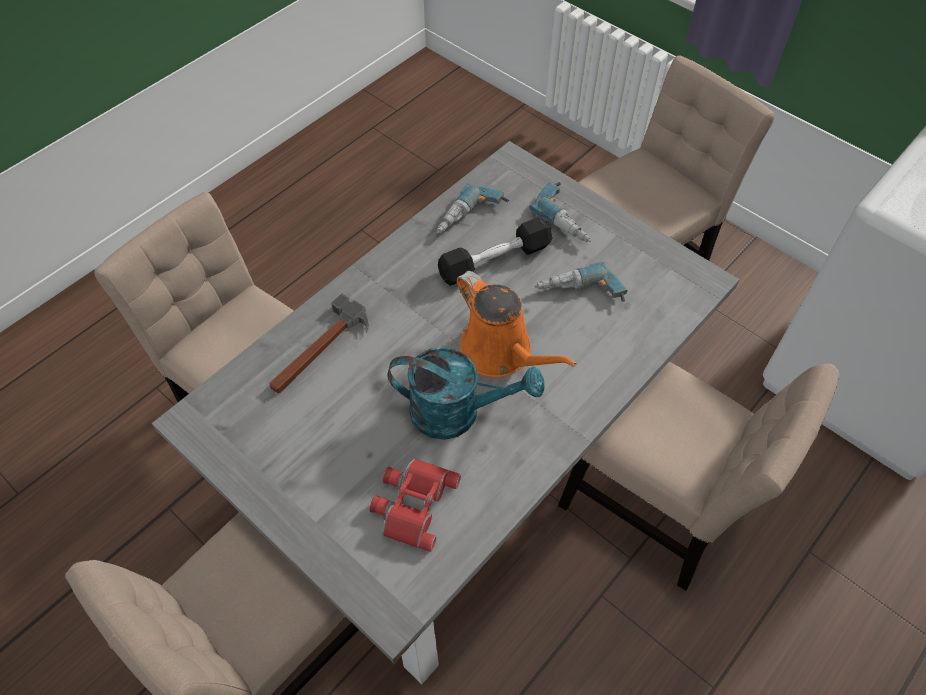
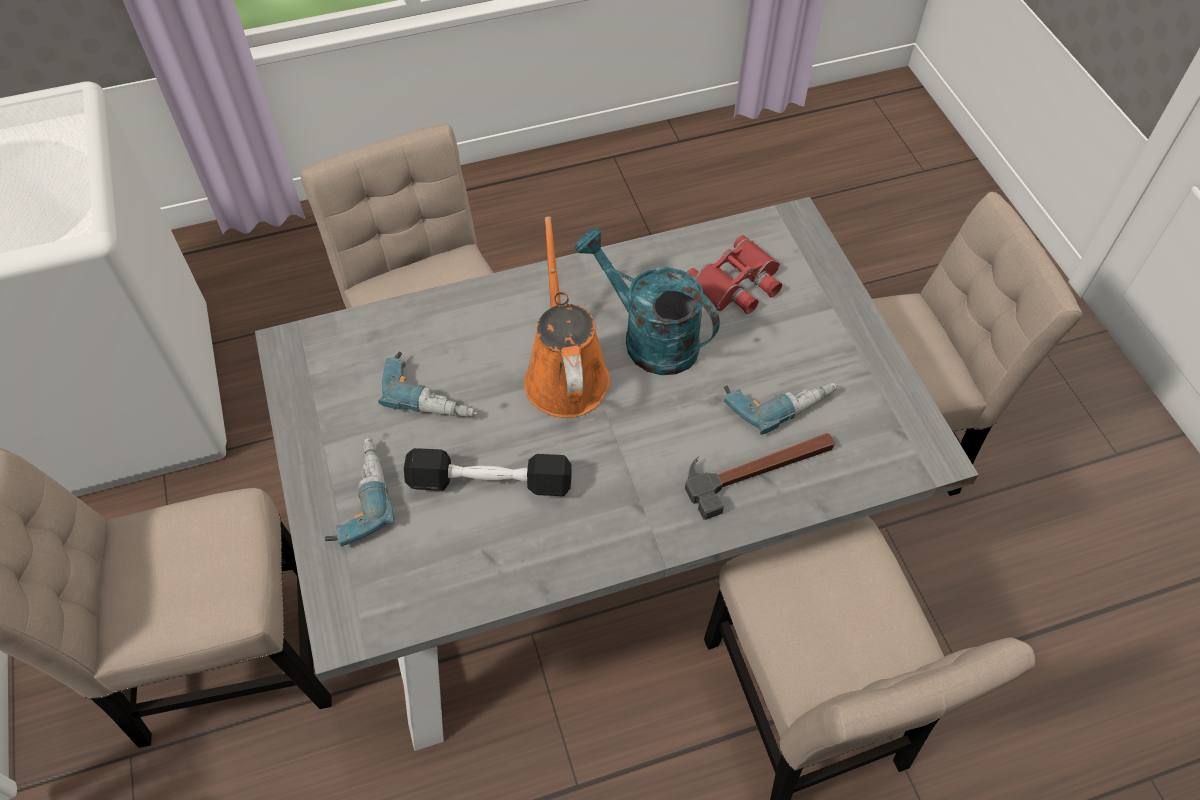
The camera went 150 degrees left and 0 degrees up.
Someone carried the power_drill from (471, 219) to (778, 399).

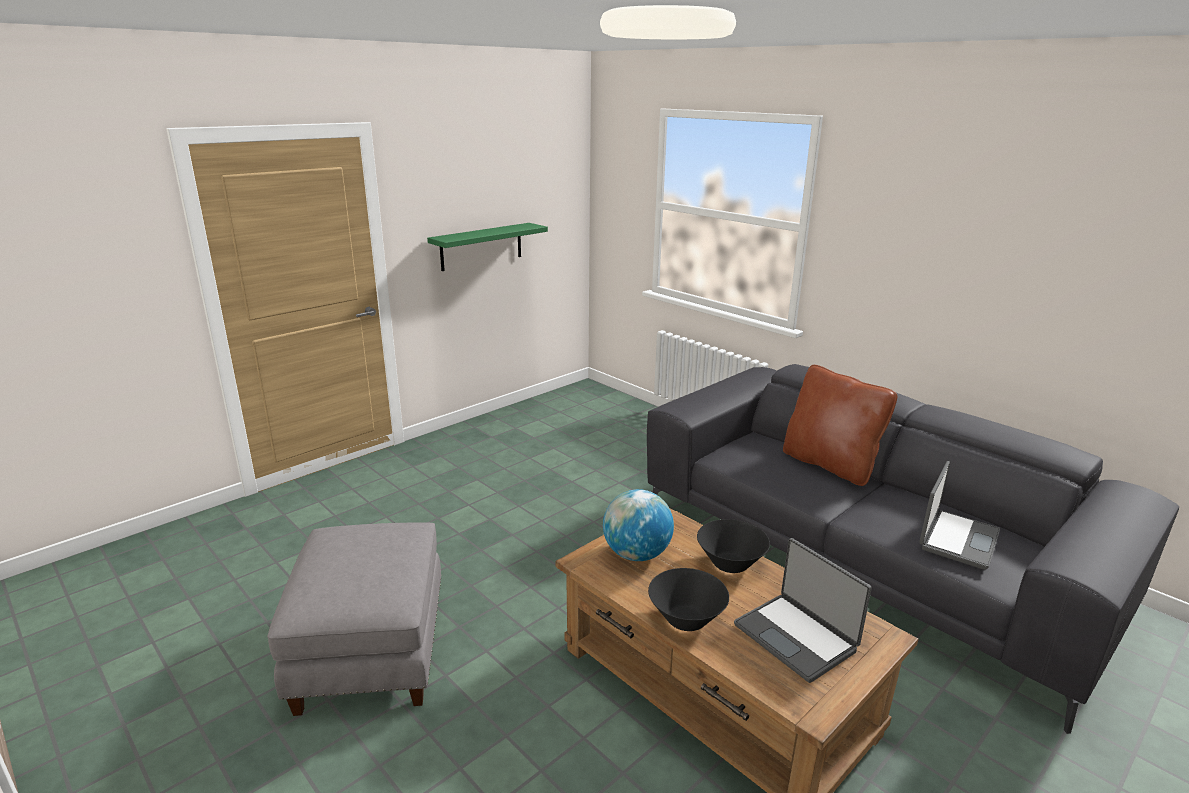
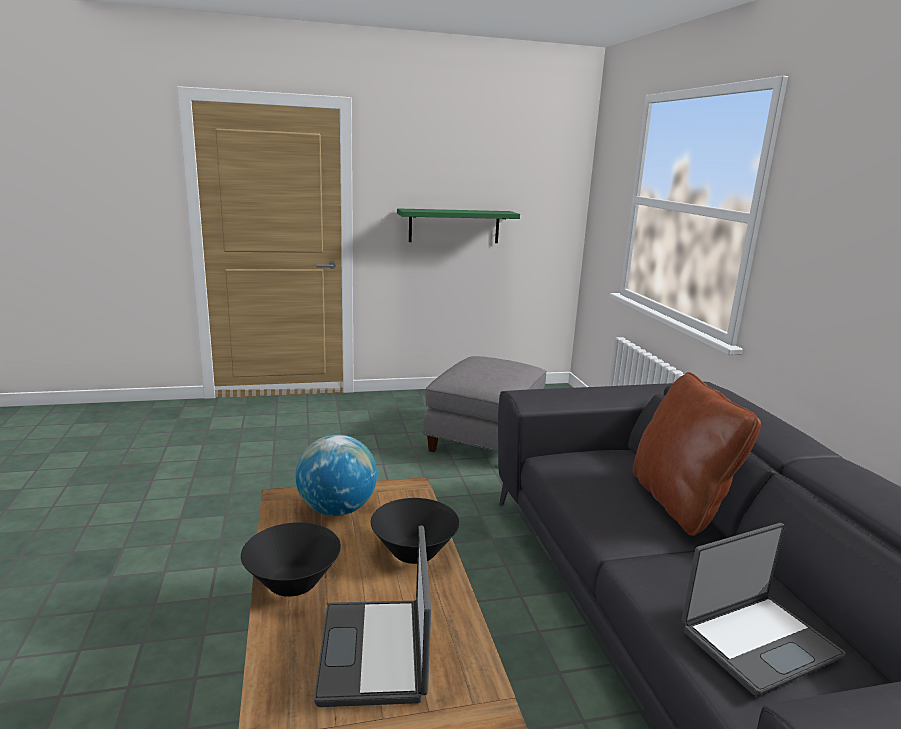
The camera went 30 degrees right and 5 degrees down.
Someone carried the grey_ottoman from (370, 651) to (484, 439).

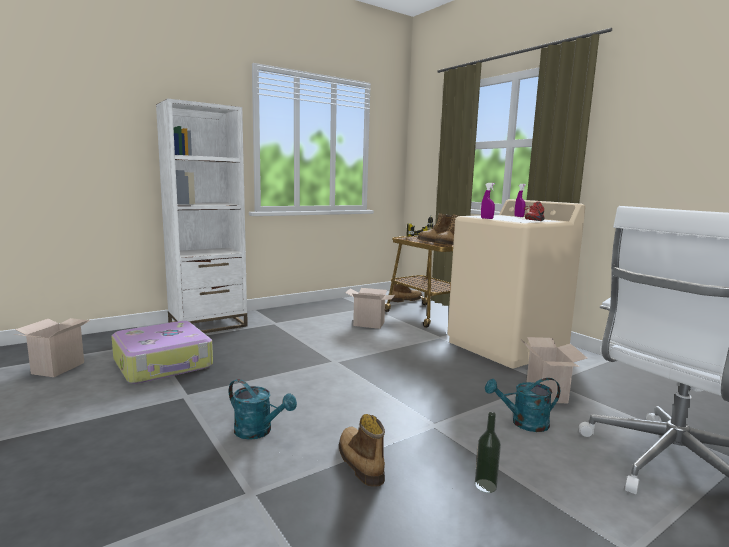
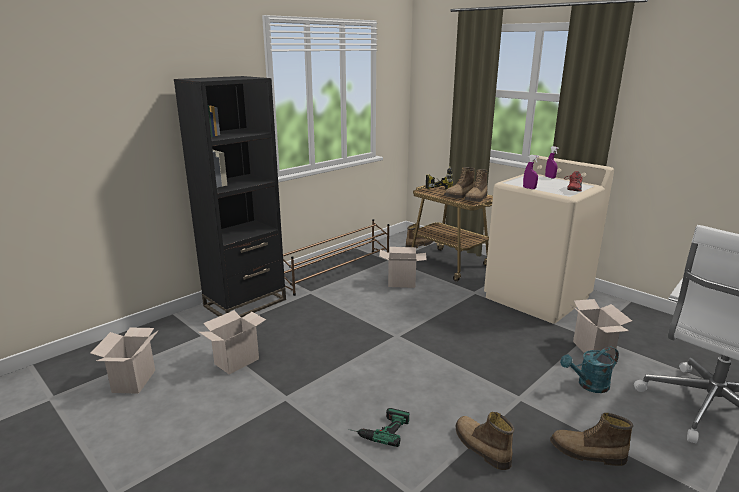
The camera went 10 degrees left and 10 degrees up.
Someone repainted the white_bookcase at (208, 325), which became the black_bookcase at (245, 303).
Someone swapped the suitcase at (164, 363) for the cardboard_box at (237, 360).
Someone put down the brown_shoe_rack at (338, 271).
Someone swapped the turquoise_watering_can at (258, 431) for the power_drill at (379, 428).
Someone swapped the bottle at (485, 486) for the boot at (587, 454).

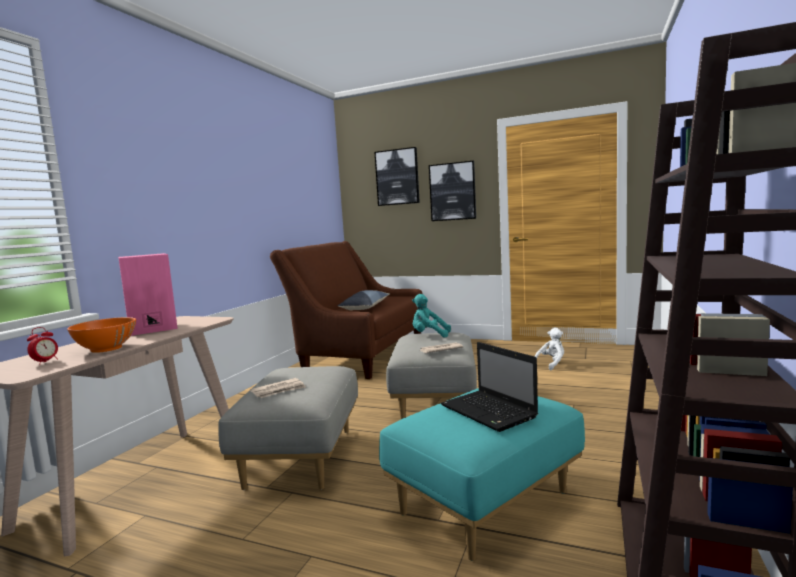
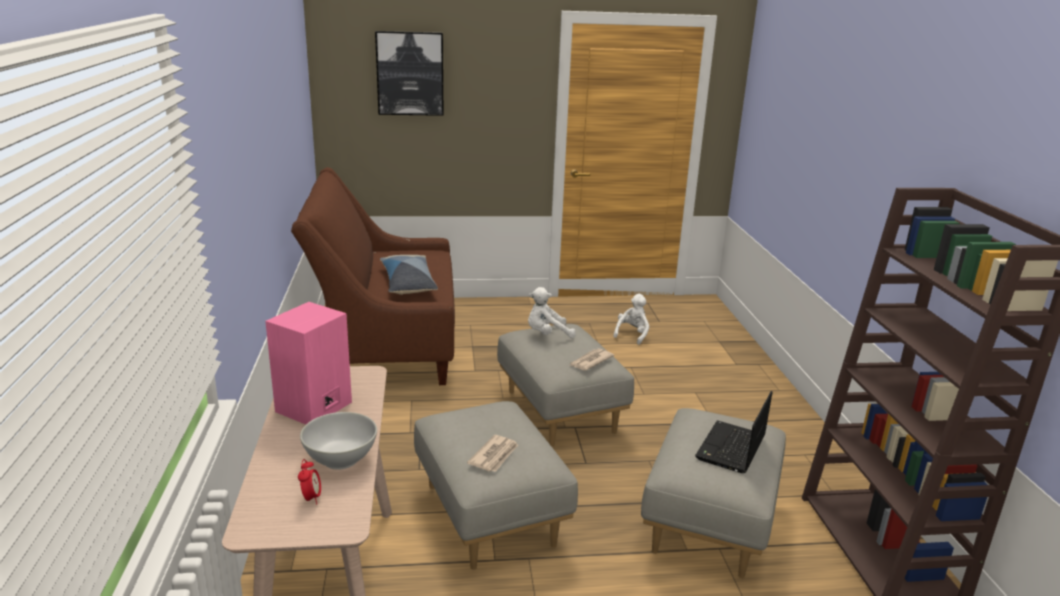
The camera went 30 degrees left and 15 degrees up.
Someone repainted the orange_bowl at (106, 349), which became the white_bowl at (340, 459).
Someone repainted the turquoise_plush_toy at (429, 335), which became the white_plush_toy at (547, 334).
Someone repainted the turquoise_ottoman at (485, 504), which became the grey_ottoman at (710, 524).
Someone rotated the laptop at (490, 412) by 90 degrees clockwise.
Someone took away the picture at (452, 191).

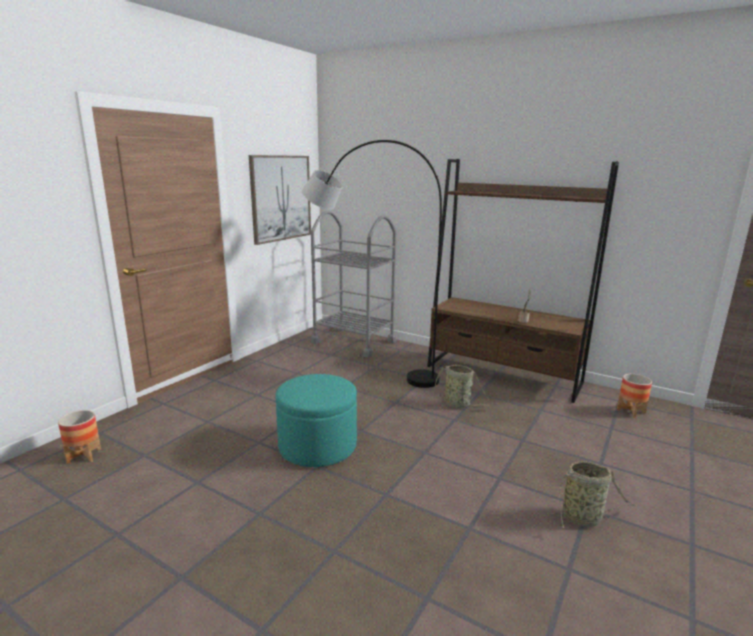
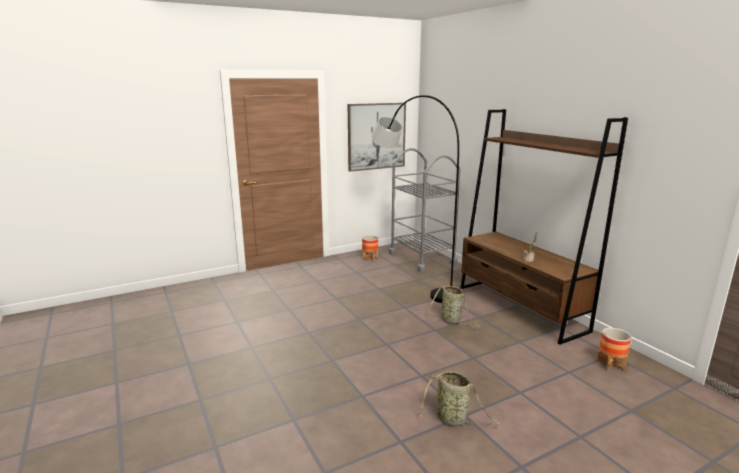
The camera went 30 degrees right and 0 degrees up.
Someone carried the planter from (84, 456) to (370, 258).
Someone took away the turquoise_ottoman at (317, 446).

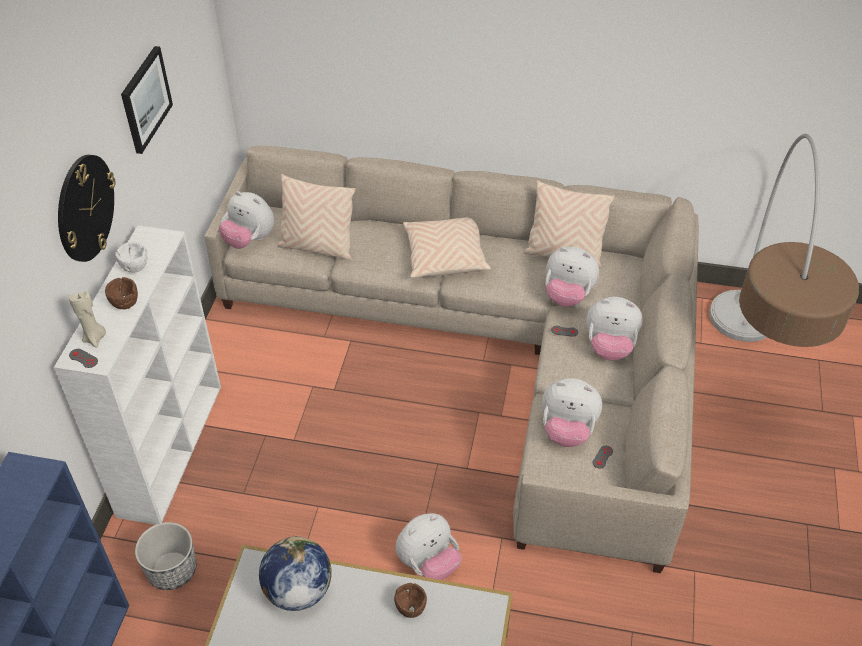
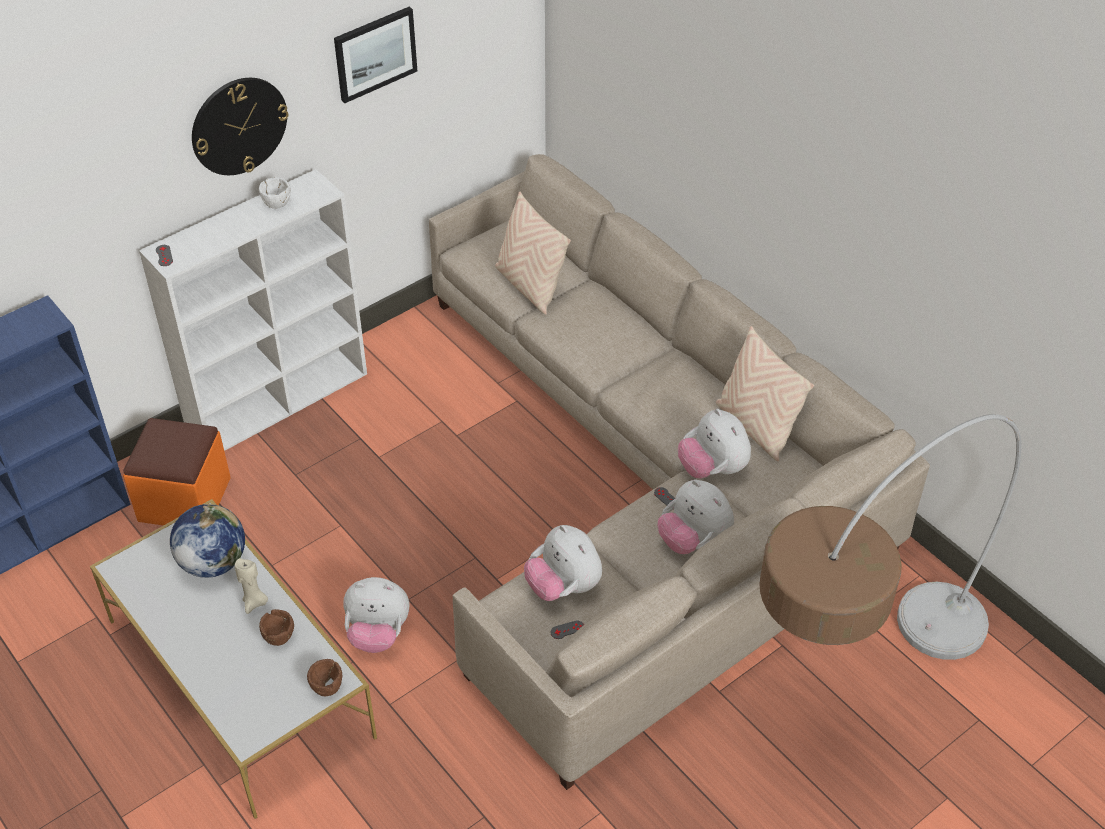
The camera went 40 degrees right and 0 degrees up.
Someone swapped the planter at (172, 570) for the orange_ottoman at (184, 499).
Someone carried the beige_candle from (95, 338) to (255, 603).
Someone carried the brown_bowl from (124, 302) to (327, 686).
Someone took away the plush_toy at (249, 240).
Someone took away the beige_pillow at (444, 257).

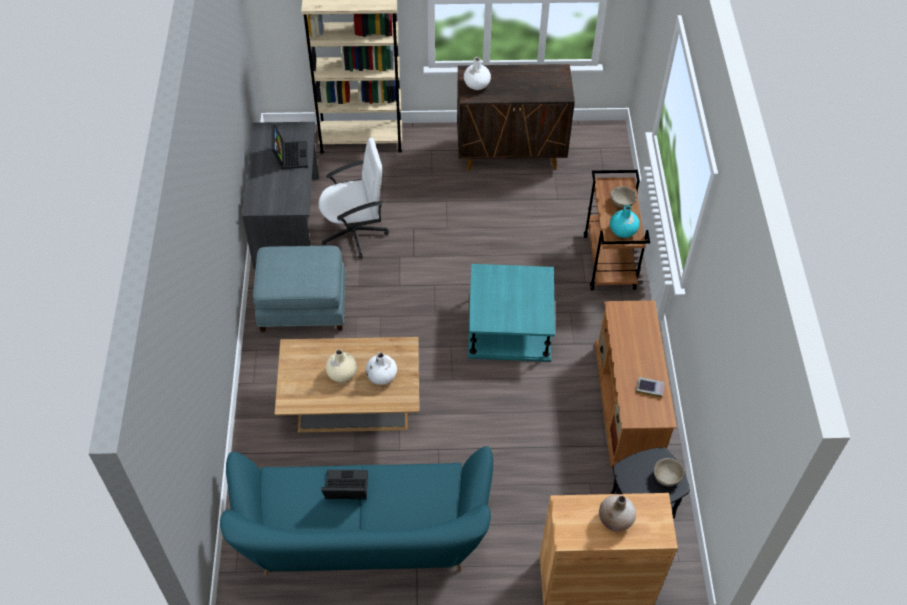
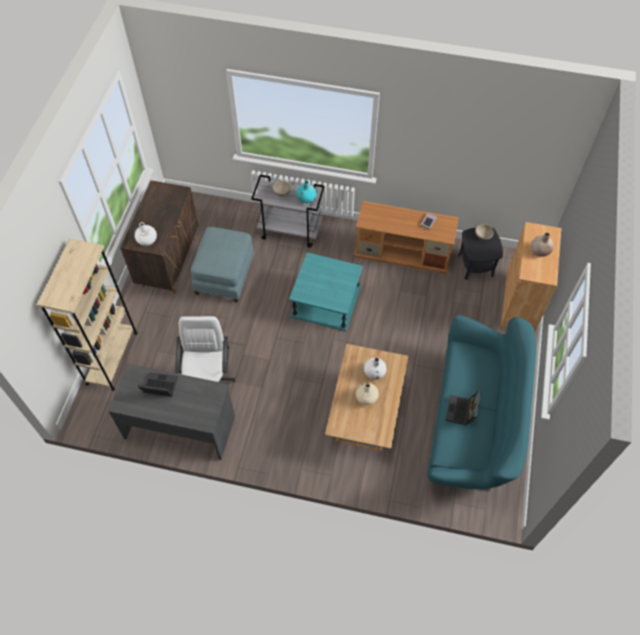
The camera went 75 degrees left and 5 degrees up.
Someone carried the blue_ottoman from (303, 307) to (225, 276).
Someone repainted the brown_cart at (609, 262), which became the grey_cart at (290, 231).

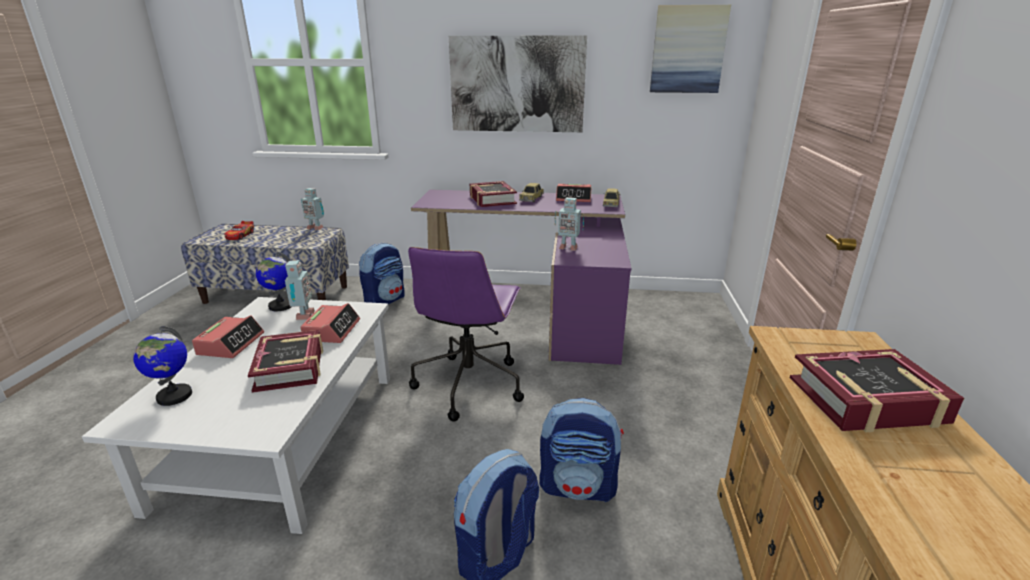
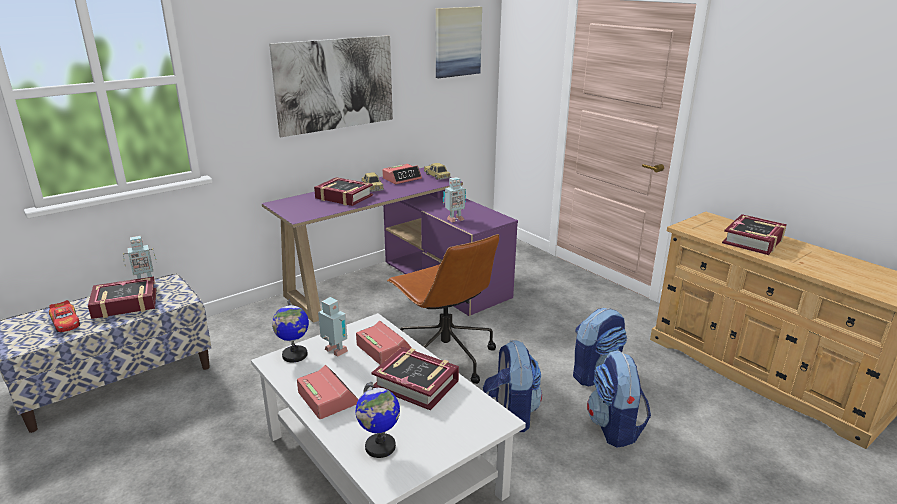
The camera went 45 degrees left and 0 degrees up.
Someone put down the book at (125, 304).
Someone repainted the purple_office_chair at (469, 384), which became the brown_office_chair at (444, 357).
Someone carried the backpack from (385, 300) to (511, 414).

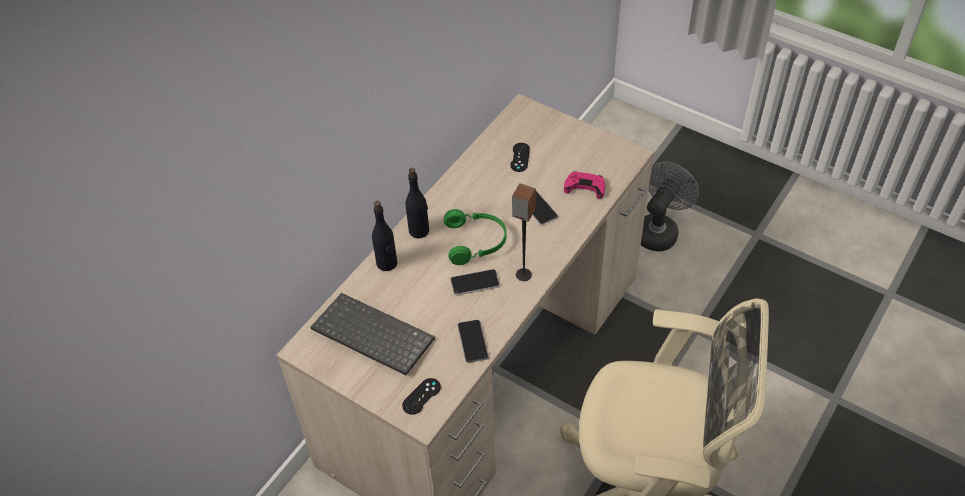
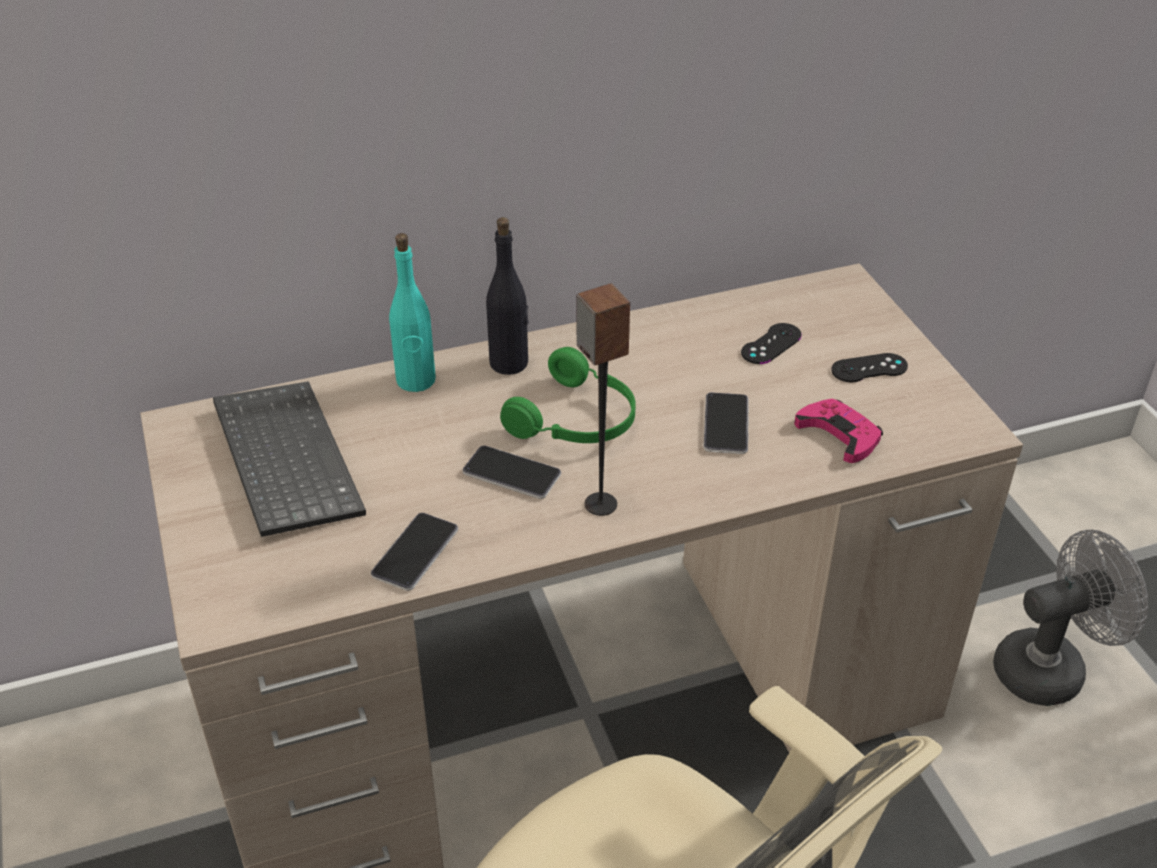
The camera went 35 degrees right and 10 degrees down.
Someone repainted the black_bottle at (387, 263), which became the turquoise_bottle at (416, 380).
Someone carried the black_game_controller from (421, 396) to (869, 368).

